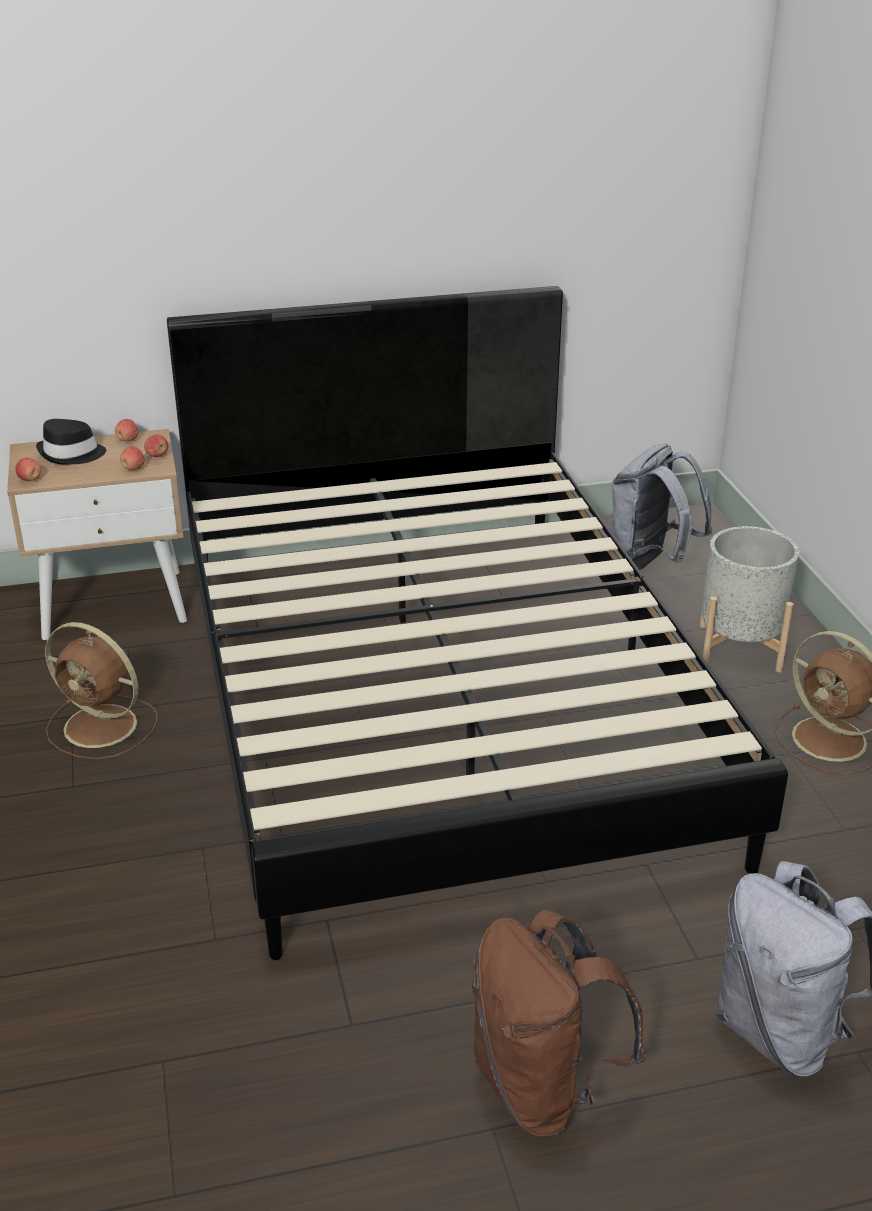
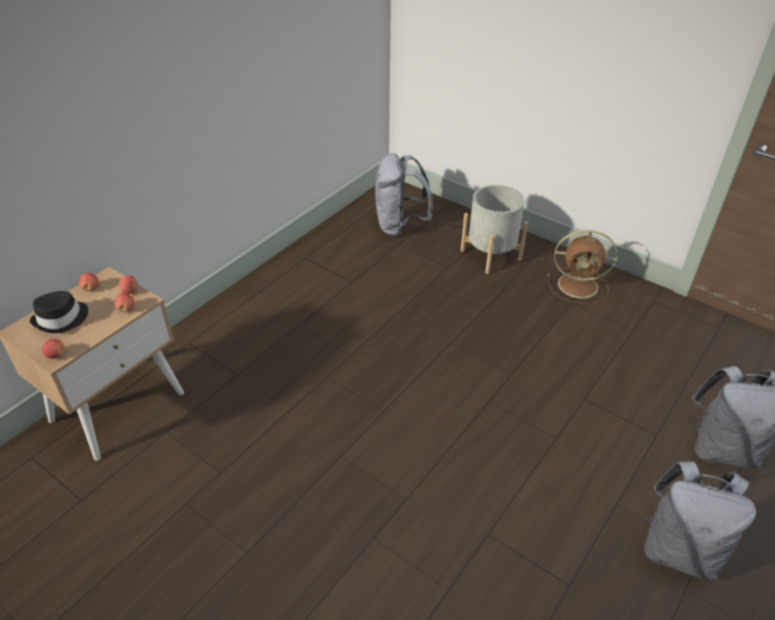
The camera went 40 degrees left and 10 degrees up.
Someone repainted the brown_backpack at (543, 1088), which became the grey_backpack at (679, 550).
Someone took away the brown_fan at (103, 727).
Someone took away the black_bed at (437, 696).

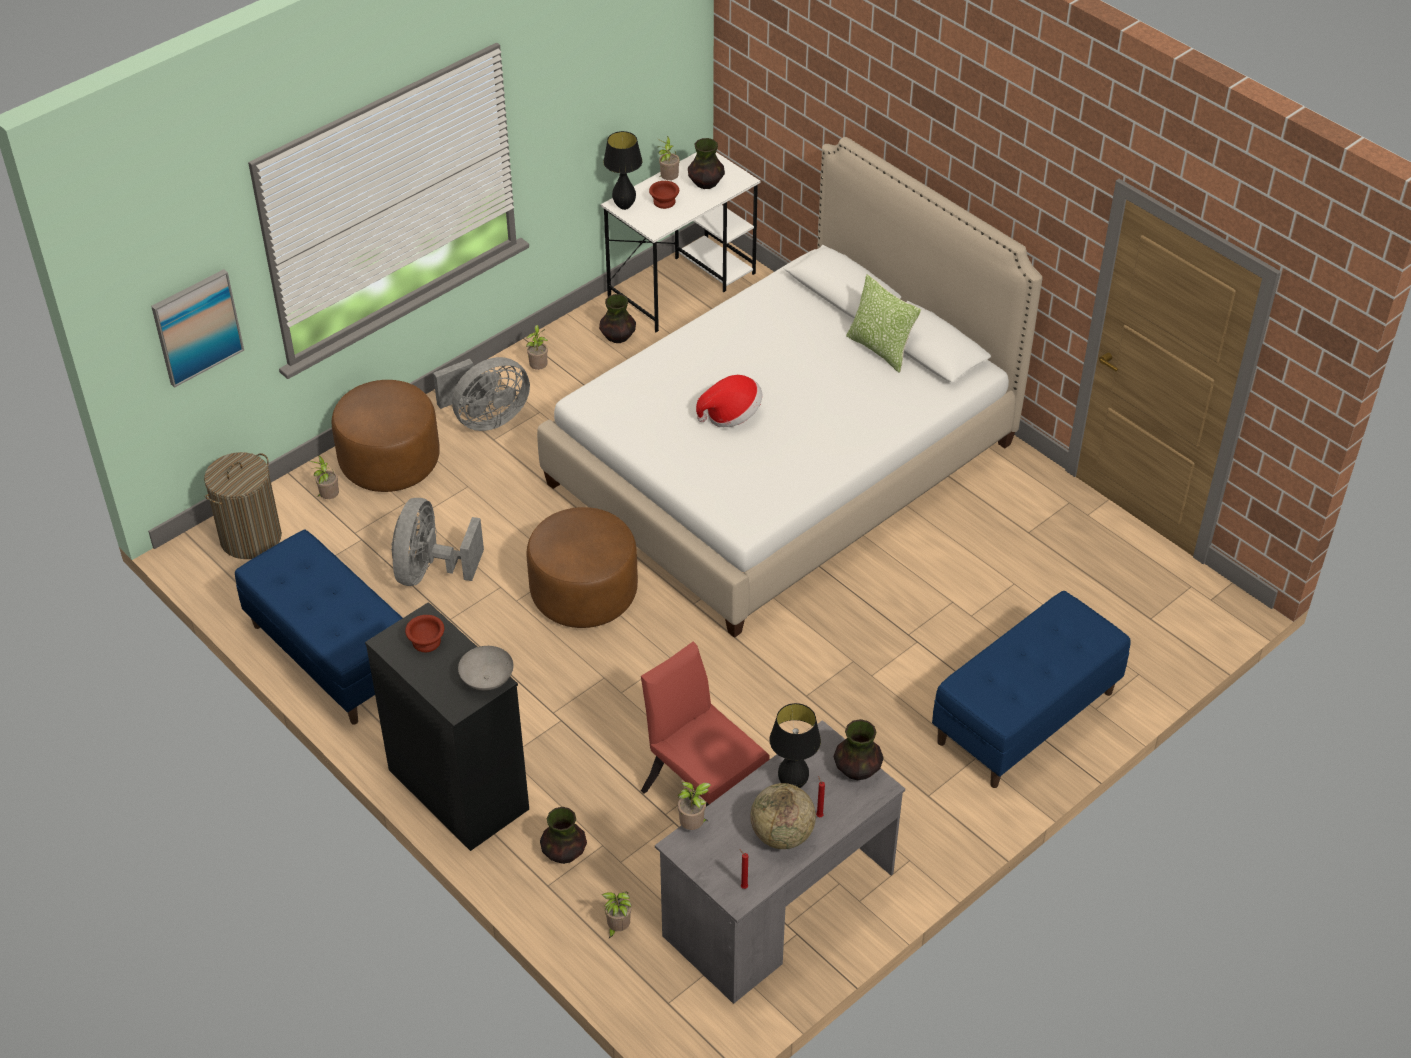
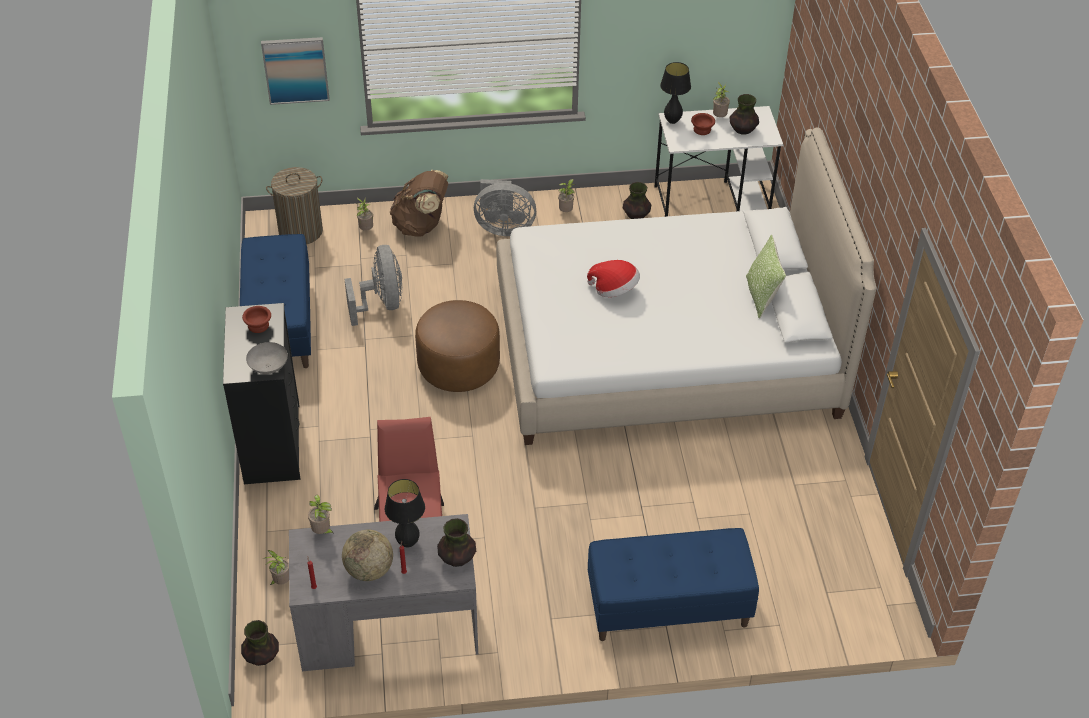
The camera went 35 degrees right and 0 degrees up.
Someone carried the vase from (564, 853) to (262, 656).
Someone rotated the grey_fan at (430, 571) by 120 degrees clockwise.
Someone swapped the brown_ottoman at (390, 462) for the brown_backpack at (421, 226).

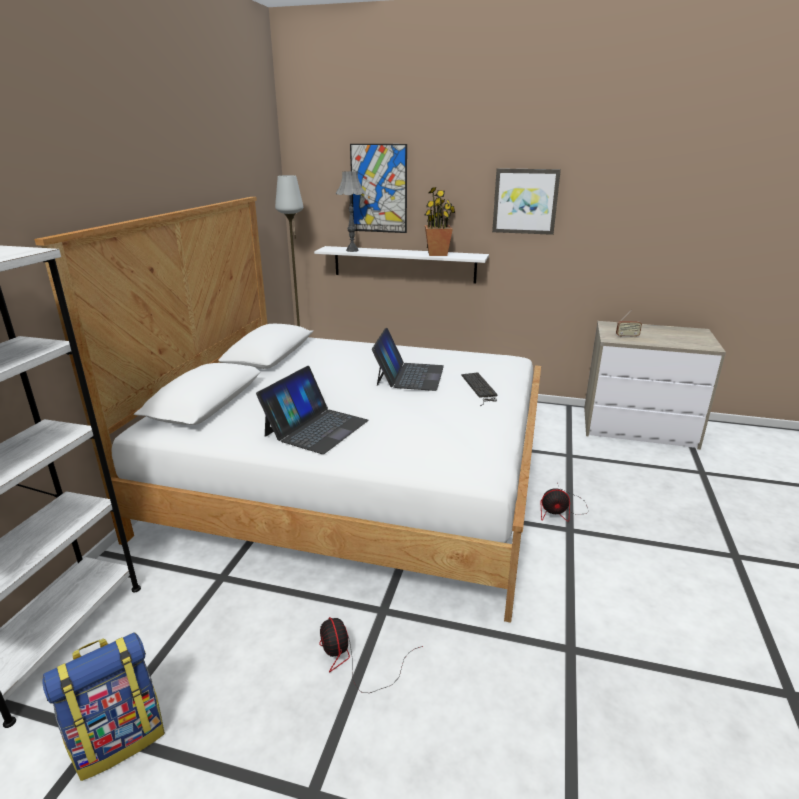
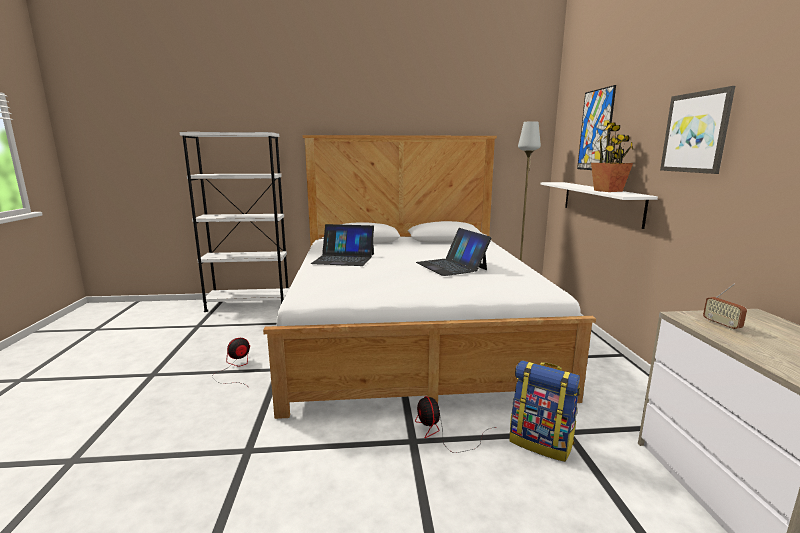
The camera went 70 degrees right and 10 degrees down.
Someone rotated the laptop at (409, 375) by 75 degrees clockwise.
Someone carried the backpack from (119, 738) to (541, 442).
Someone took away the grey_table_lamp at (352, 250).
Someone took away the keyboard at (480, 388).

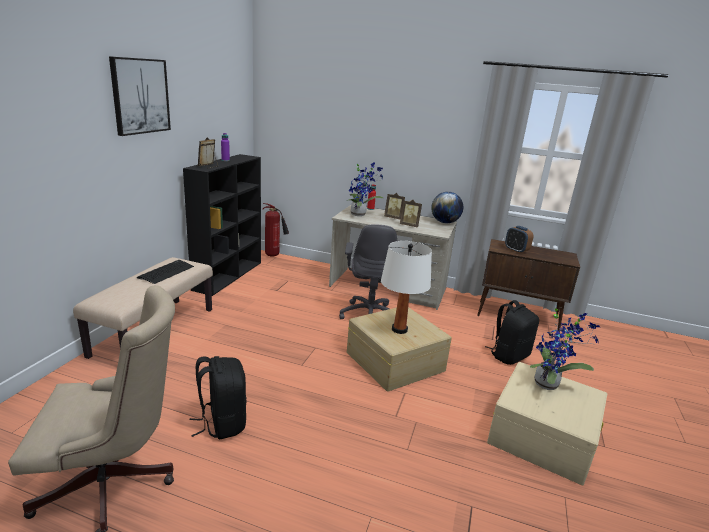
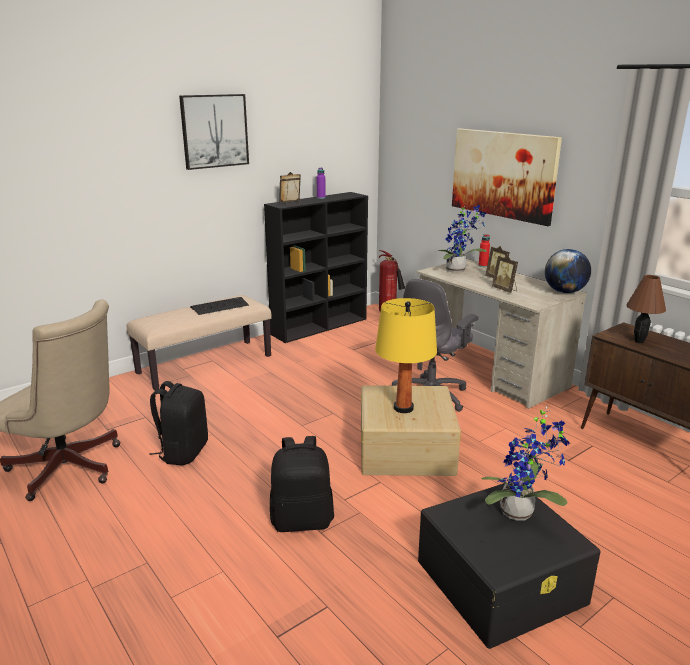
The camera went 35 degrees right and 0 degrees up.
Someone carried the black_backpack from (509, 355) to (302, 520).
Someone repainted the white_table_lamp at (399, 329), which became the yellow_table_lamp at (403, 408).
Someone repainted the beige_storage_box at (542, 435), which became the black_storage_box at (501, 581).
Someone put up the picture at (503, 174).
Someone swapped the alarm_clock at (516, 250) for the brown_table_lamp at (639, 341).

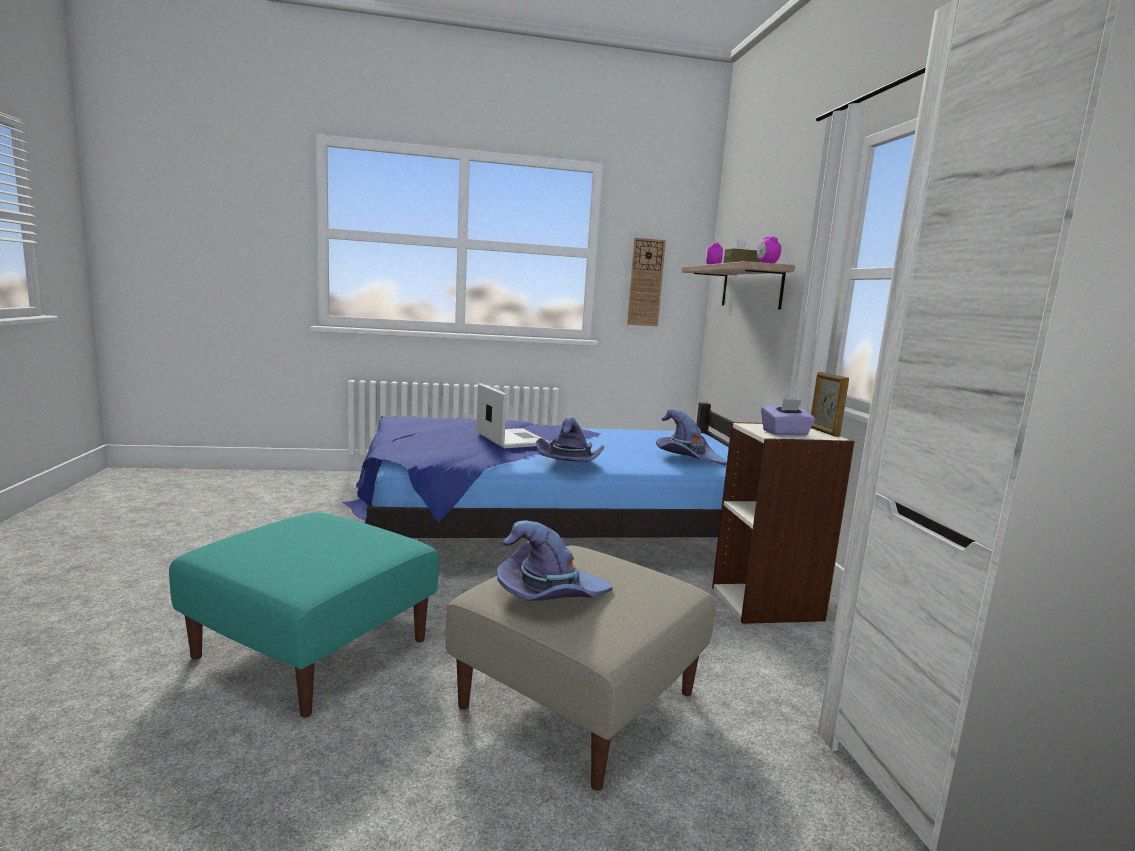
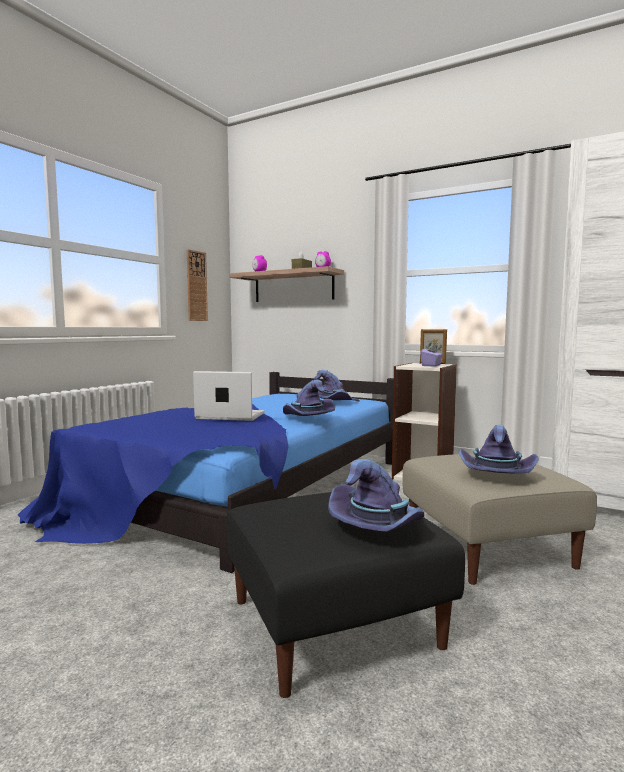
The camera went 50 degrees left and 5 degrees down.
Someone repainted the turquoise_ottoman at (314, 648), which became the black_ottoman at (335, 622).
Someone put down the purple_hat at (378, 527).

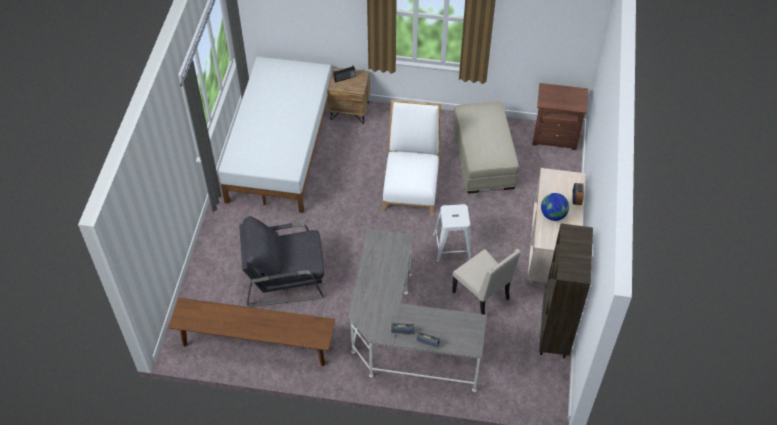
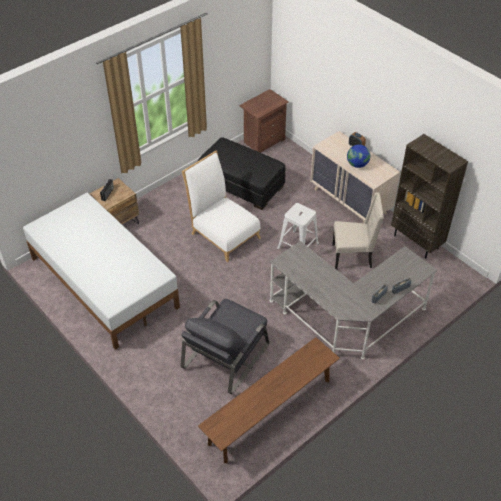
The camera went 50 degrees left and 5 degrees down.
Someone repainted the beige_ottoman at (483, 158), which became the black_ottoman at (241, 184).

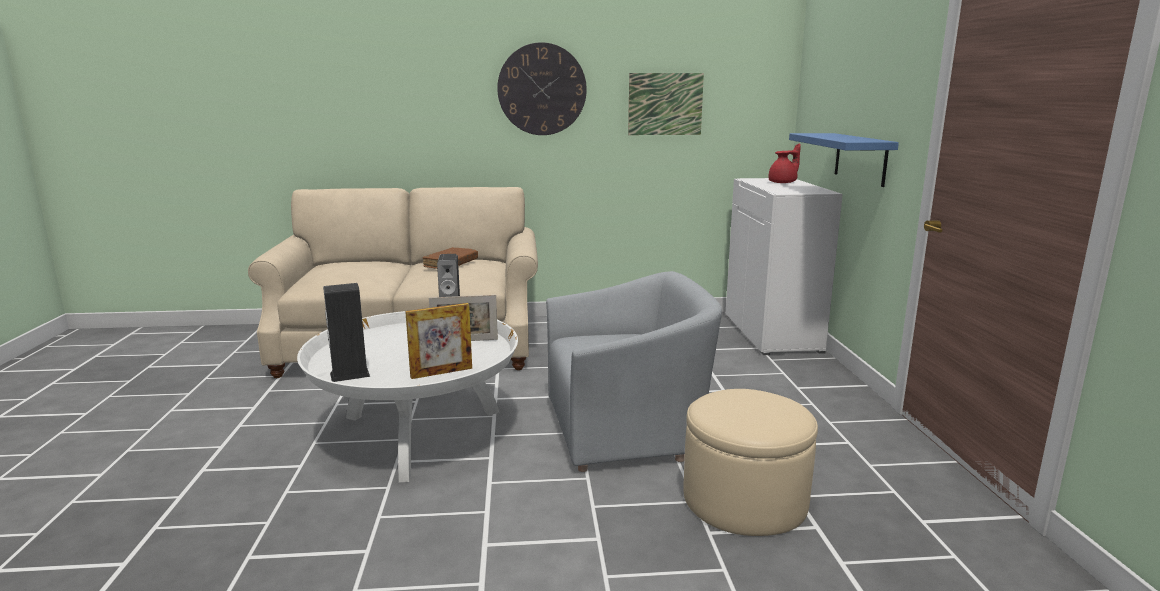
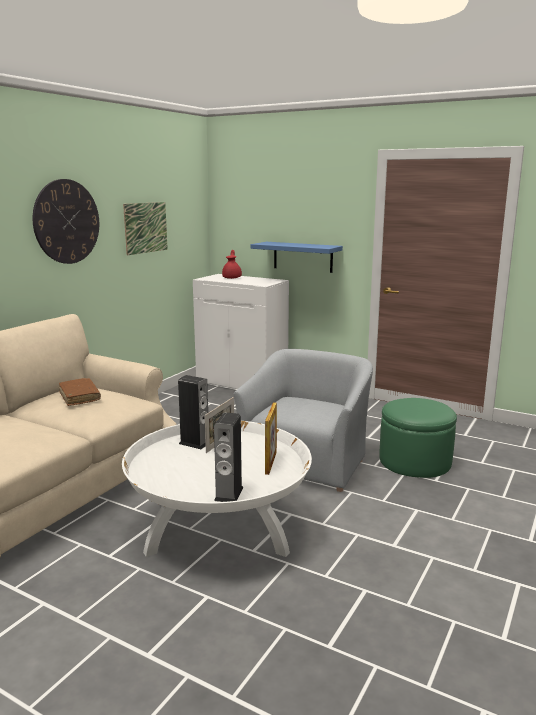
The camera went 55 degrees left and 0 degrees up.
Someone repainted the beige_ottoman at (744, 500), which became the green_ottoman at (415, 461).

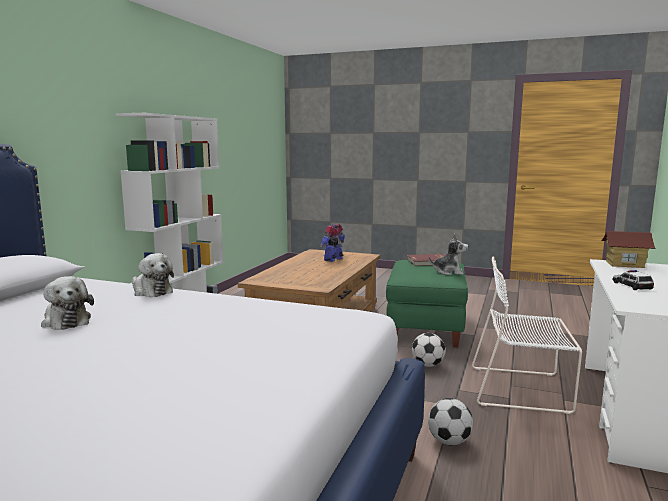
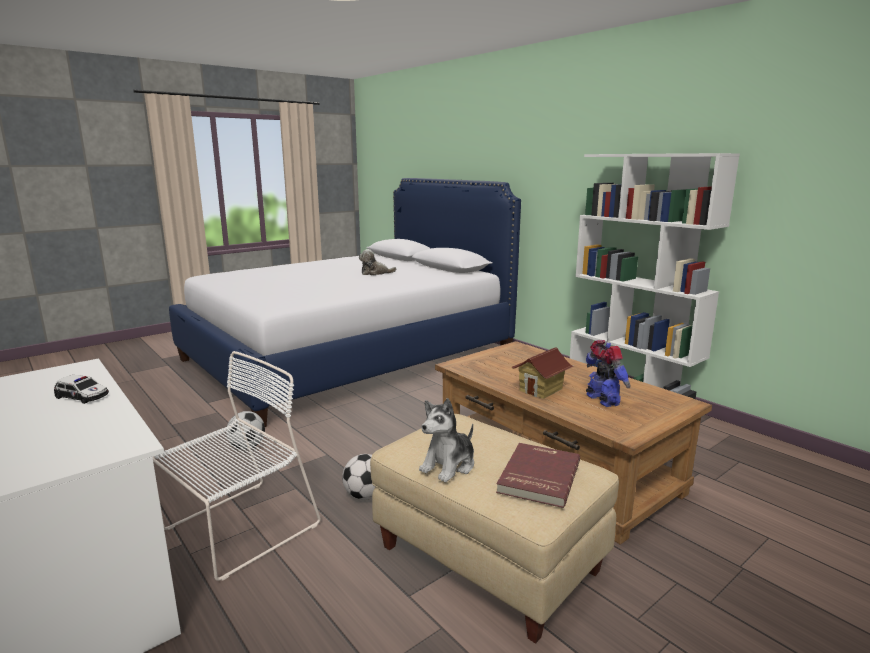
The camera went 120 degrees right and 5 degrees up.
Someone repainted the green_ottoman at (424, 327), which became the beige_ottoman at (489, 557).
Someone carried the toy_house from (624, 264) to (541, 390).
Someone took away the plush_toy at (151, 291).

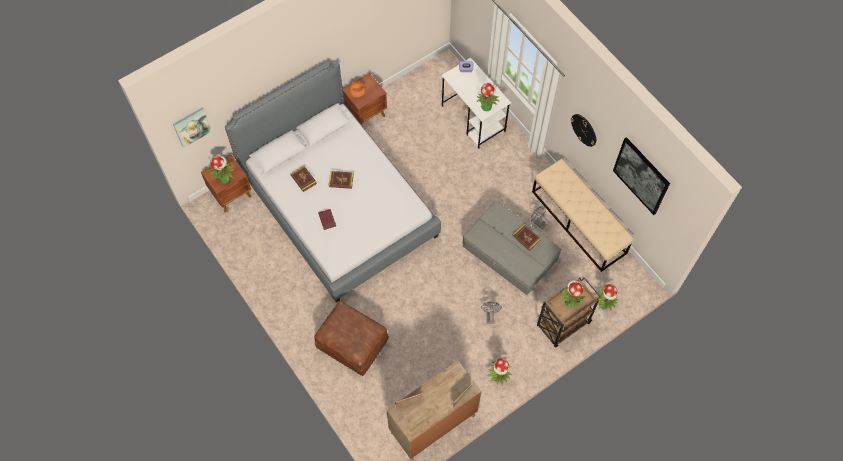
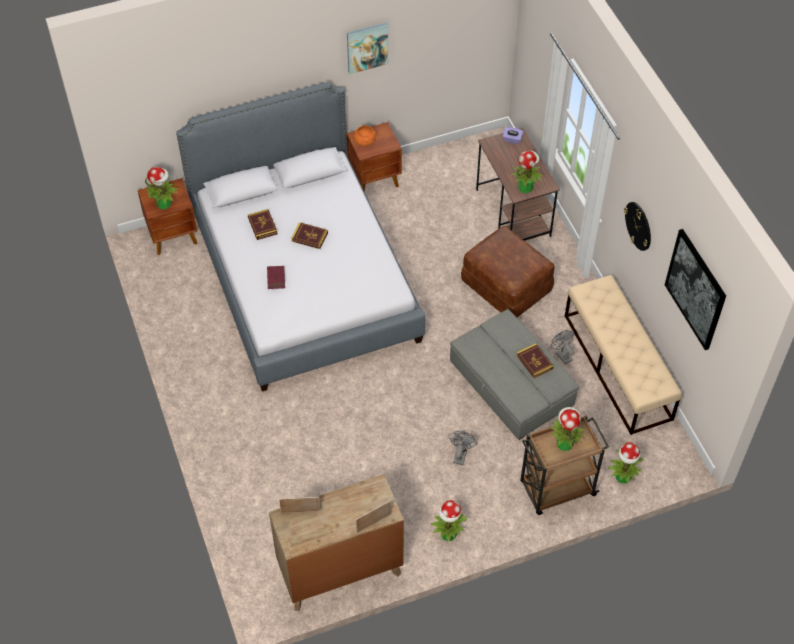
The camera went 15 degrees right and 10 degrees down.
Someone carried the picture from (192, 126) to (367, 47).
Someone carried the brown_ottoman from (351, 344) to (505, 286).
Someone repainted the white_desk at (473, 119), which became the brown_desk at (513, 213).

